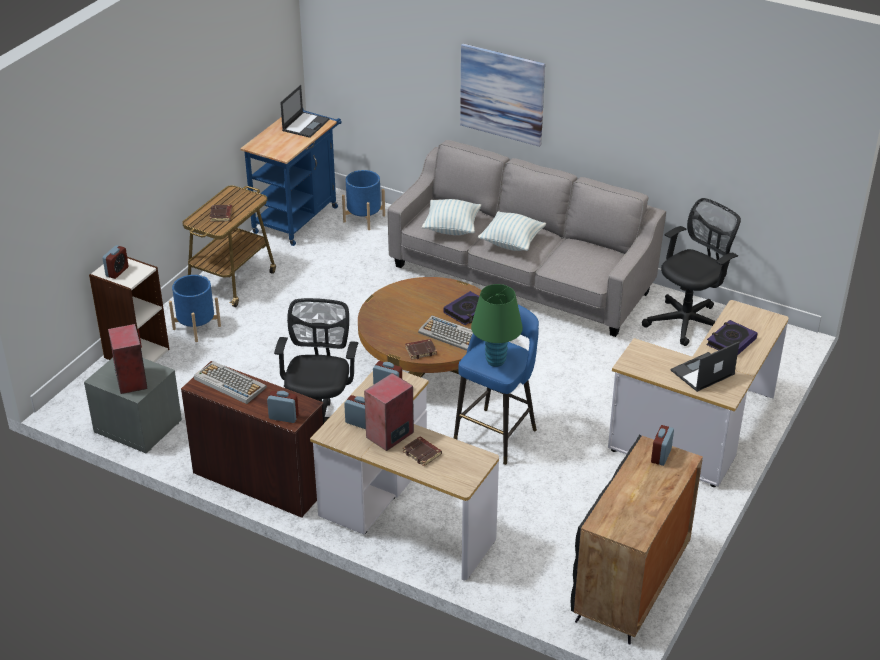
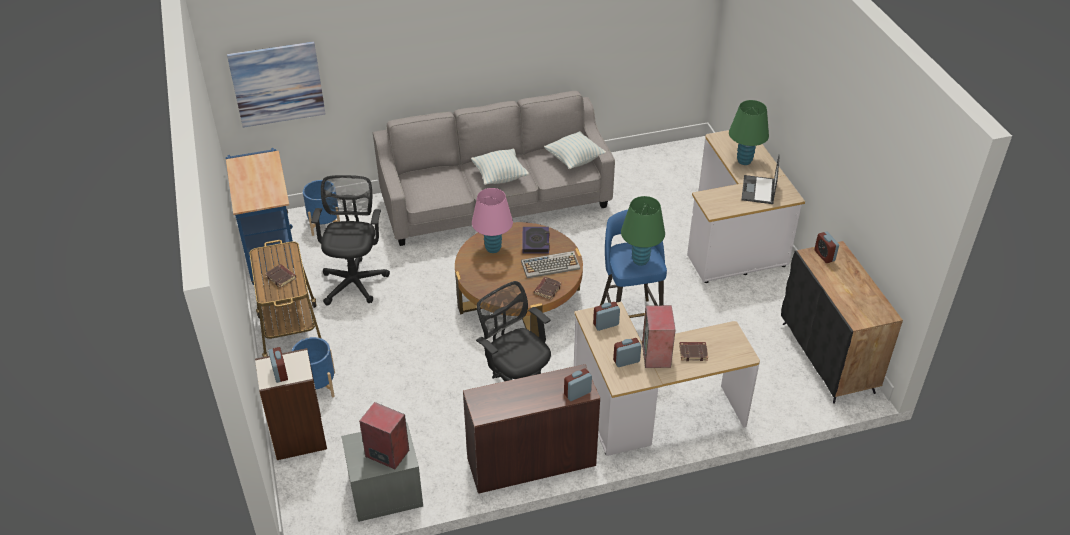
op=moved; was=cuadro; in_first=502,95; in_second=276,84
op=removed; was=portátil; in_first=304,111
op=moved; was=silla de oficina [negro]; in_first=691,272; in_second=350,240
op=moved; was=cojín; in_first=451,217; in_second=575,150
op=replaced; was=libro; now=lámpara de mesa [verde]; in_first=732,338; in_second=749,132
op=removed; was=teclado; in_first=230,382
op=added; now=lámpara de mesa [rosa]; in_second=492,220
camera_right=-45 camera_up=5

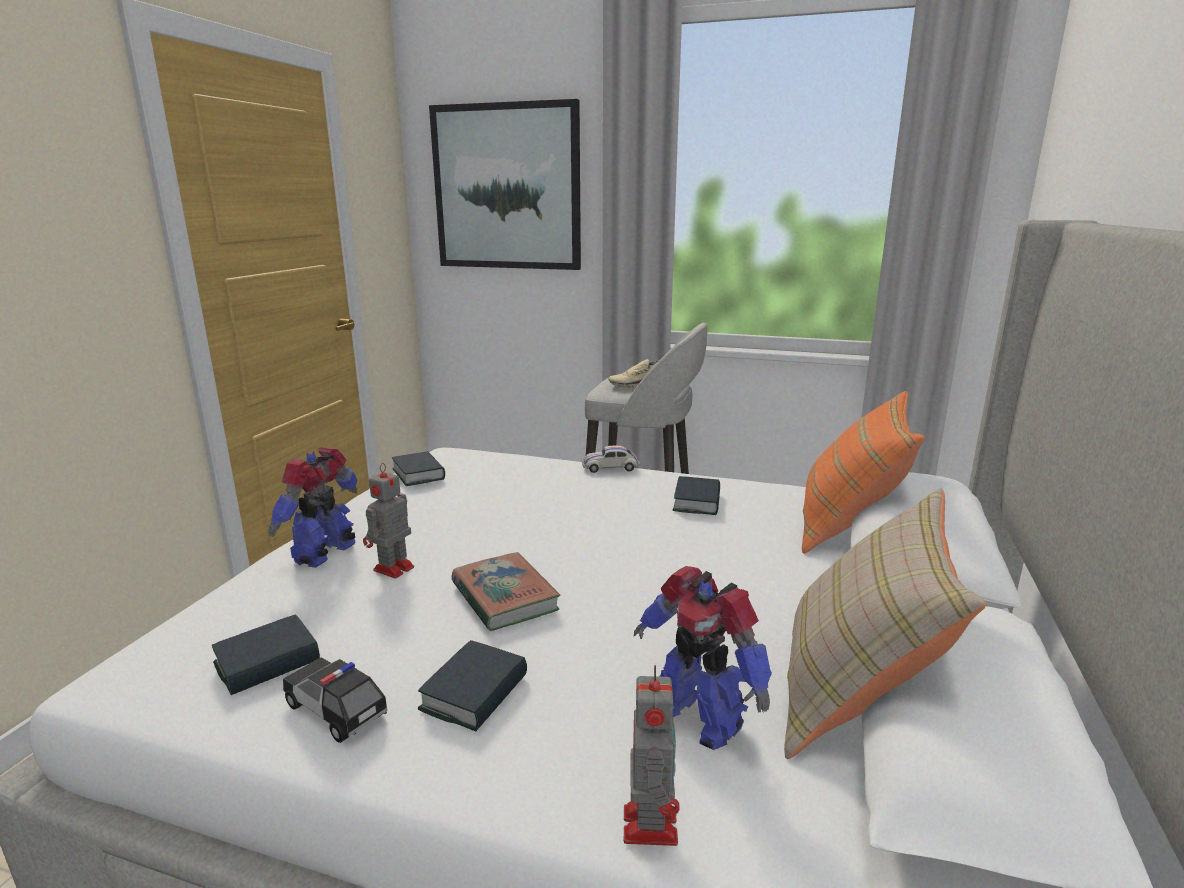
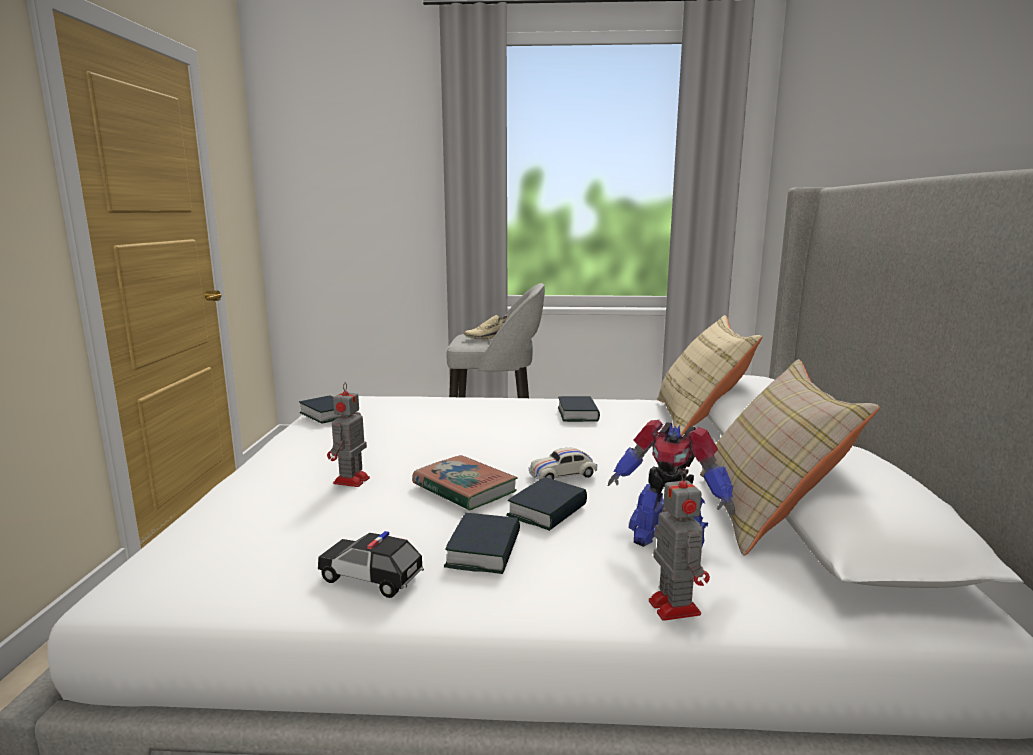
op=removed; was=cuadro; in_first=505,184
op=recoloured; was=cojín [naranja]; now=cojín [beis]; in_first=863,472; in_second=709,375
op=moved; was=coche de juguete [blanco]; in_first=610,459; in_second=562,464
op=removed; was=robot de juguete; in_first=313,507
op=moved; was=libro; in_first=266,654; in_second=546,504
camera_right=-15 camera_up=-5

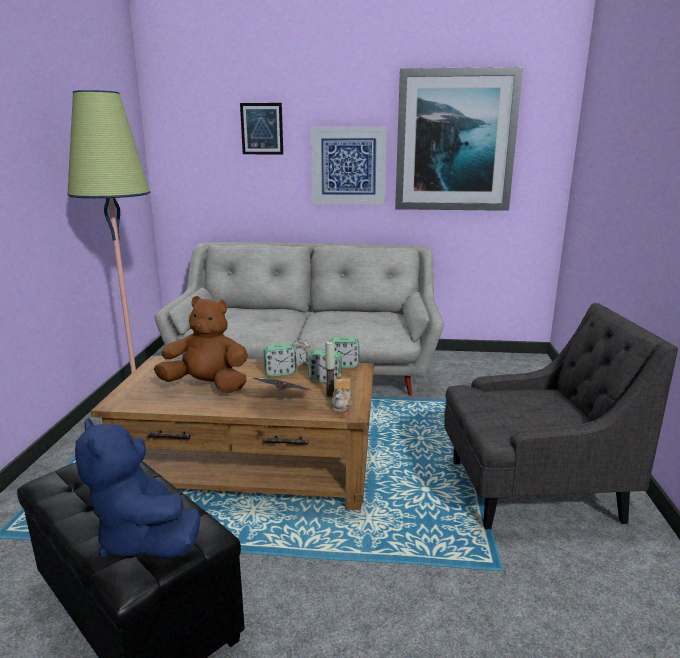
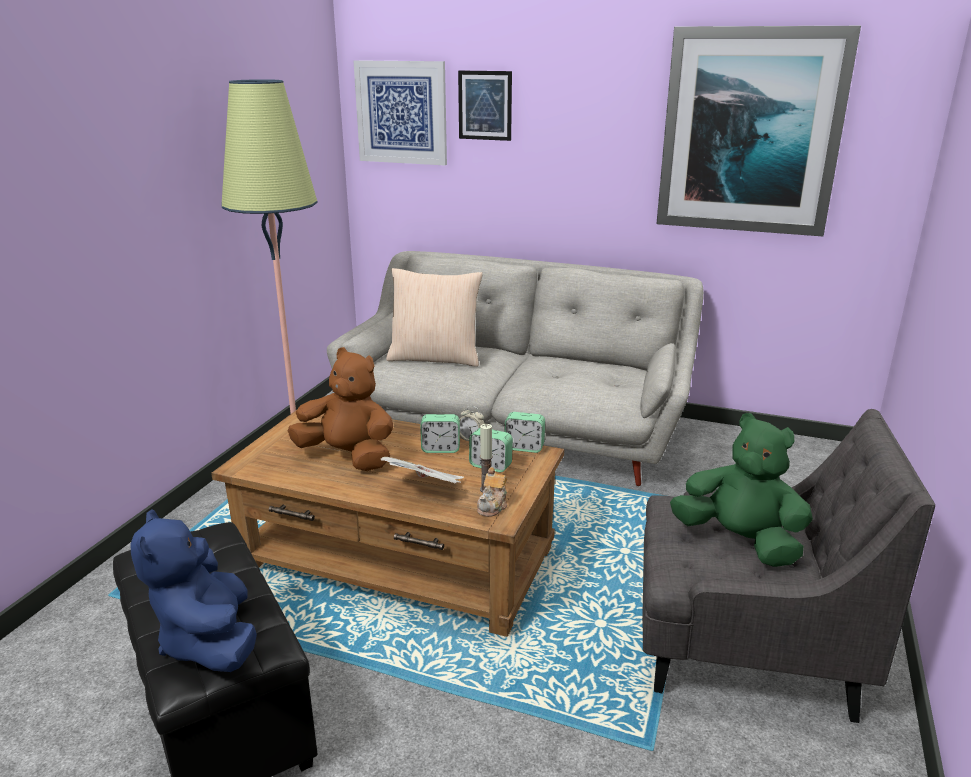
op=moved; was=cuadro; in_first=349,166; in_second=400,112
op=added; now=cojín [beis]; in_second=434,317
op=added; now=peluche [verde]; in_second=741,490
camera_right=15 camera_up=5

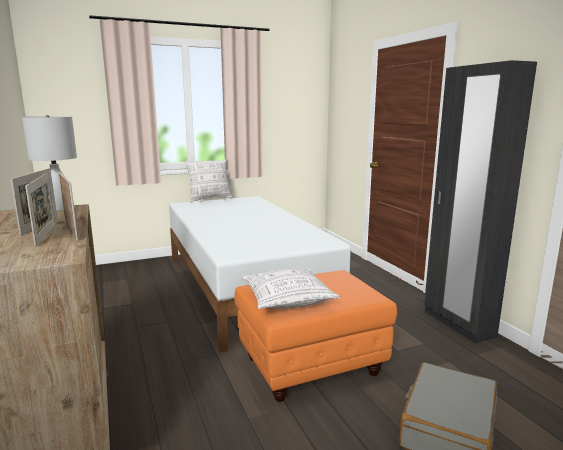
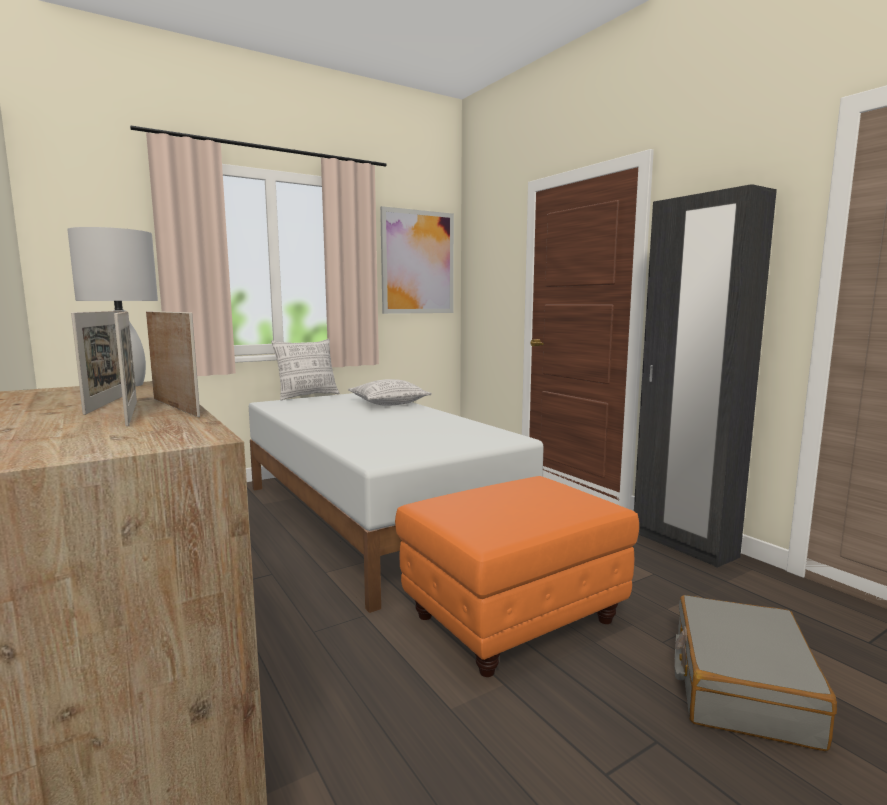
op=moved; was=cojín; in_first=290,288; in_second=390,392
op=added; now=cuadro; in_second=417,260
camera_right=-10 camera_up=-5

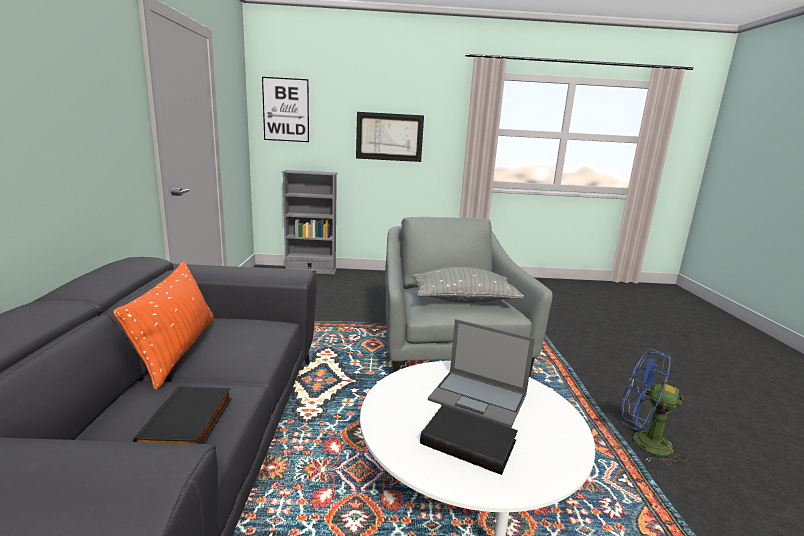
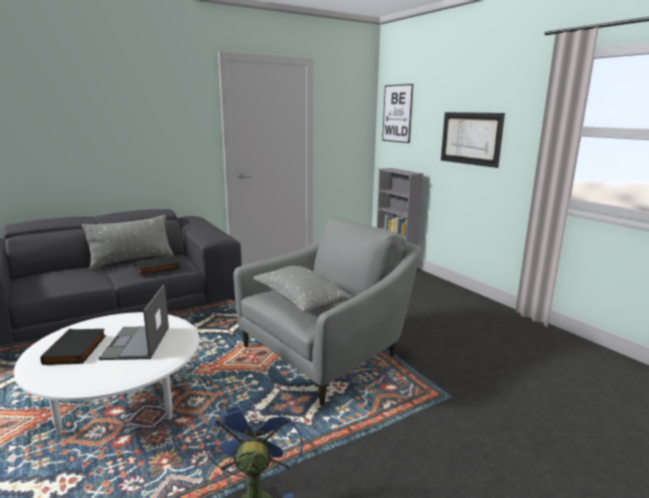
op=recoloured; was=cojín [naranja]; now=cojín [gris]; in_first=164,325; in_second=128,242
op=moved; was=libro [negro]; in_first=182,415; in_second=157,265
camera_right=60 camera_up=0

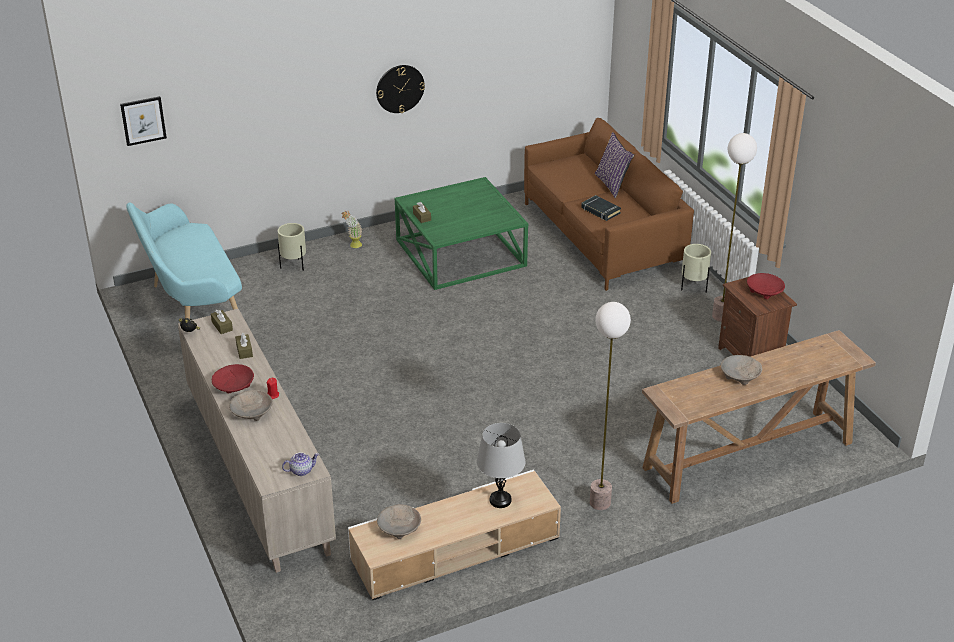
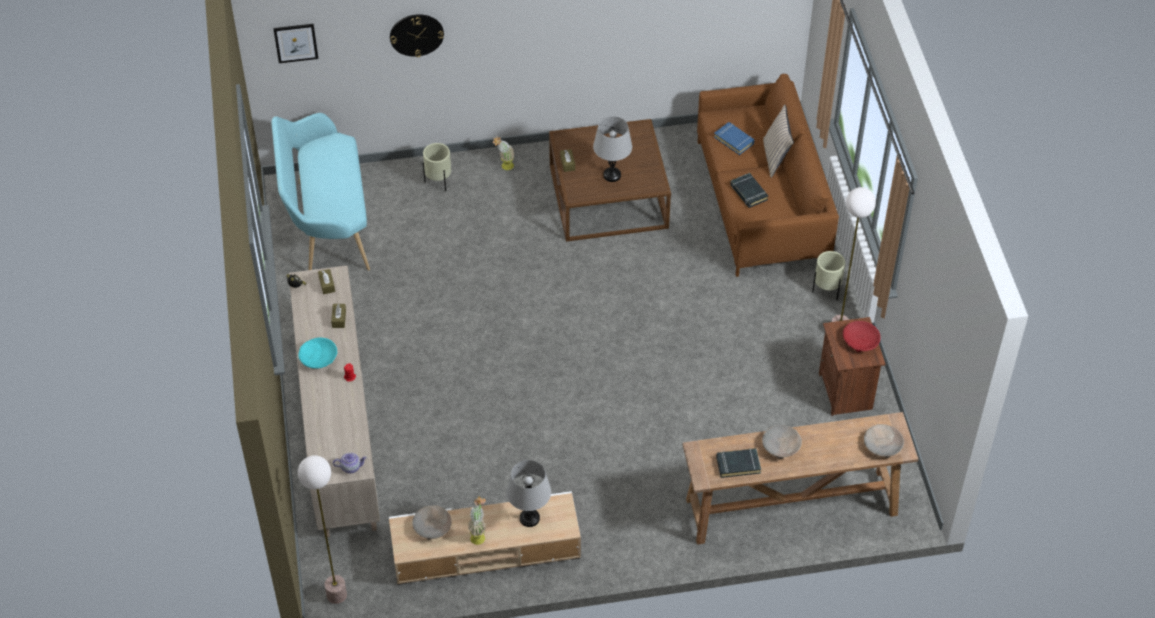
op=moved; was=reloj de pared; in_first=400,89; in_second=417,35
op=recoloured; was=cojín [morado]; now=cojín [beis]; in_first=614,165; in_second=778,141
op=recoloured; was=mesa de centro [verde]; now=mesa de centro [marrón]; in_first=461,233; in_second=610,180
op=moved; was=lámpara de pie; in_first=610,406; in_second=322,529
op=recoloured; was=cuenco [rojo]; now=cuenco [turquesa]; in_first=233,378; in_second=317,353
op=moved; was=cuenco [beis]; in_first=251,405; in_second=884,441
op=added; now=lámpara de mesa [gris]; in_second=612,149
op=added; now=libro [azul]; in_second=734,138
op=added; now=libro [negro]; in_second=738,463
op=added; now=planta en maceta; in_second=477,520
camera_right=15 camera_up=15

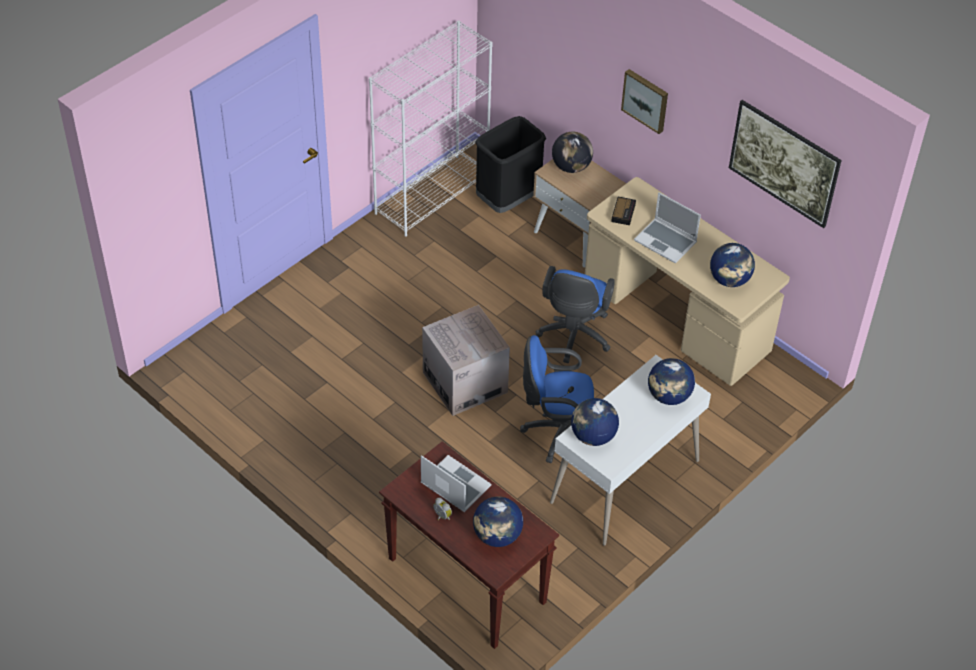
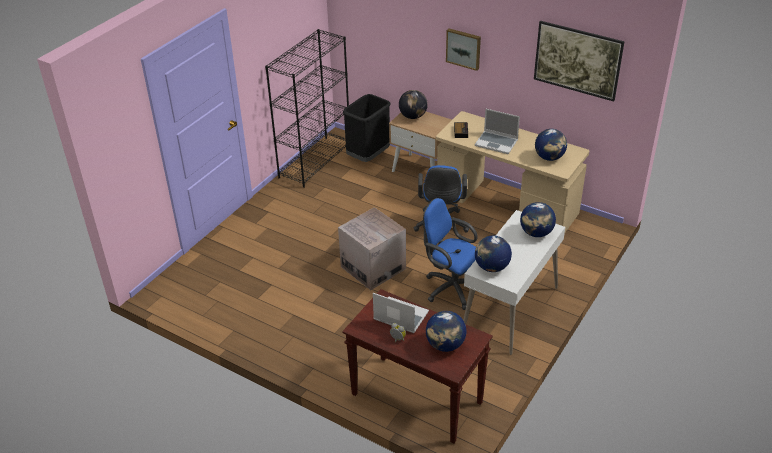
op=recoloured; was=estantería [blanco]; now=estantería [negro]; in_first=431,128; in_second=307,108
op=turned; was=silla de oficina [azul]; in_first=557,399; in_second=450,254; clockwise=45
camera_right=-10 camera_up=-10

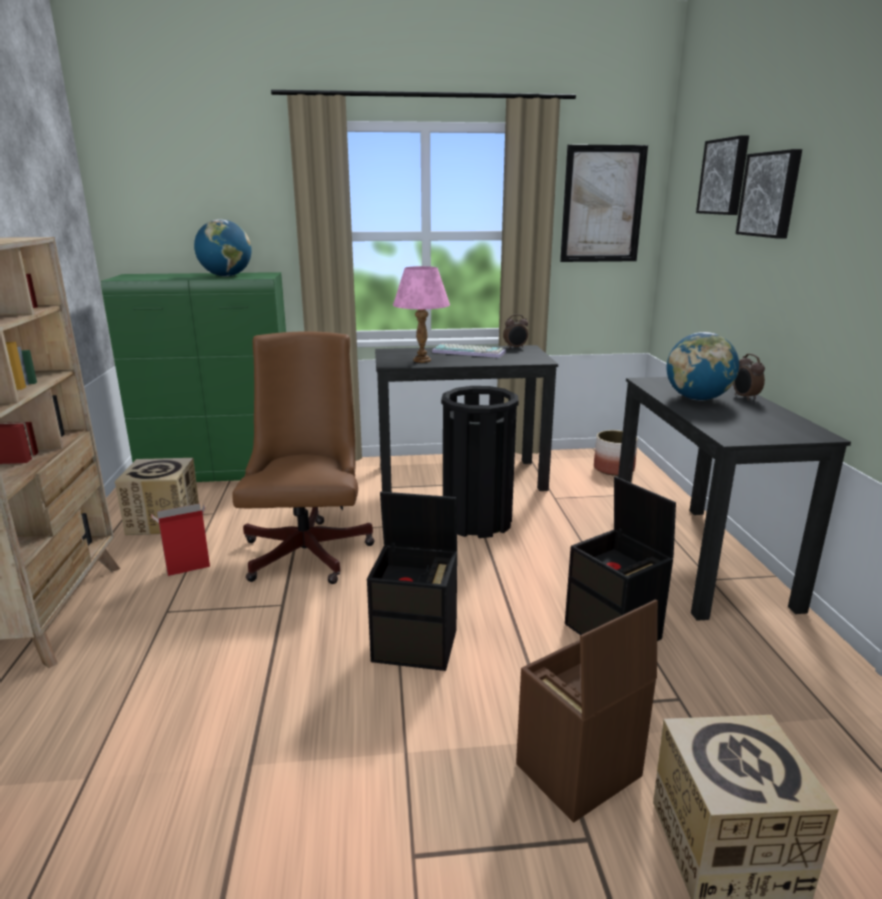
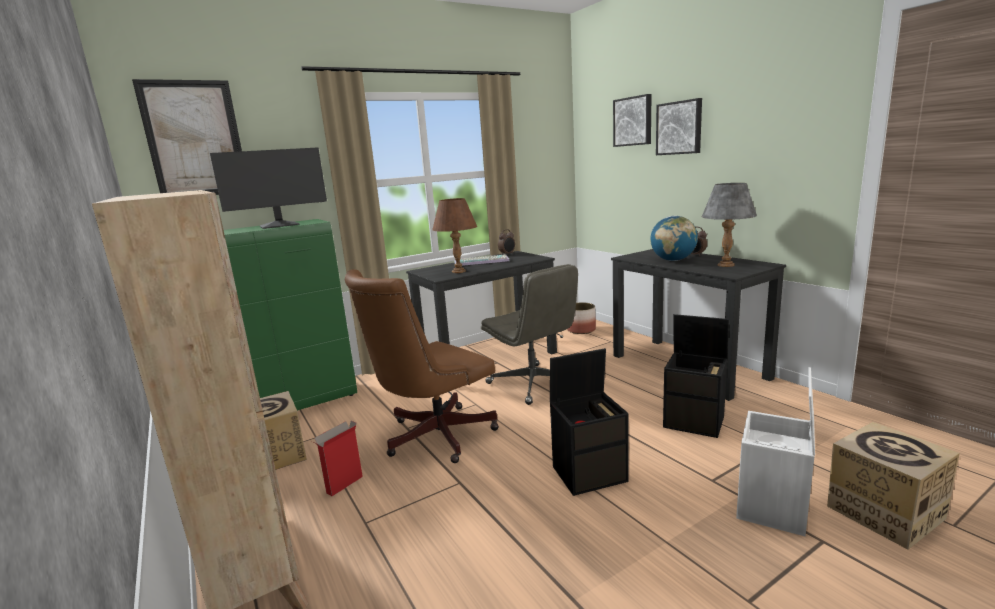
op=moved; was=cuadro; in_first=604,203; in_second=187,137
op=replaced; was=globo terráqueo; now=monitor; in_first=223,247; in_second=268,188
op=recoloured; was=lámpara de mesa [rosa]; now=lámpara de mesa [marrón]; in_first=421,314; in_second=454,235
op=turned; was=silla de oficina [marrón]; in_first=303,457; in_second=422,366; clockwise=-105
op=replaced; was=papelera [negro]; now=silla de oficina [gris]; in_first=480,462; in_second=529,334
op=recoloured; was=caja de almacenaje [marrón]; now=caja de almacenaje [blanco]; in_first=587,711; in_second=775,451
op=added; now=lámpara de mesa [gris]; in_second=729,225
camera_right=-25 camera_up=-5

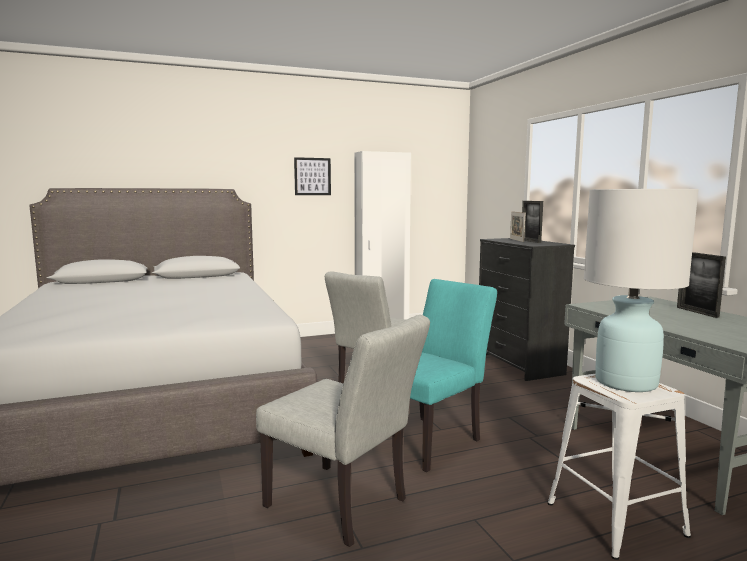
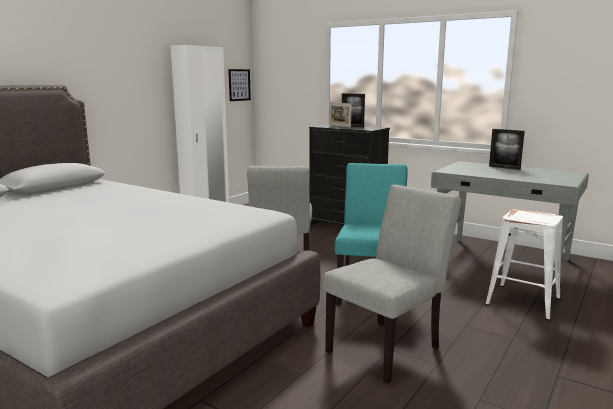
op=moved; was=cuadro; in_first=312,176; in_second=239,85
op=removed; was=lámpara de mesa [blanco]; in_first=641,290
op=turned; was=silla [gris]; in_first=343,431; in_second=392,284; clockwise=-45
camera_right=-35 camera_up=5

